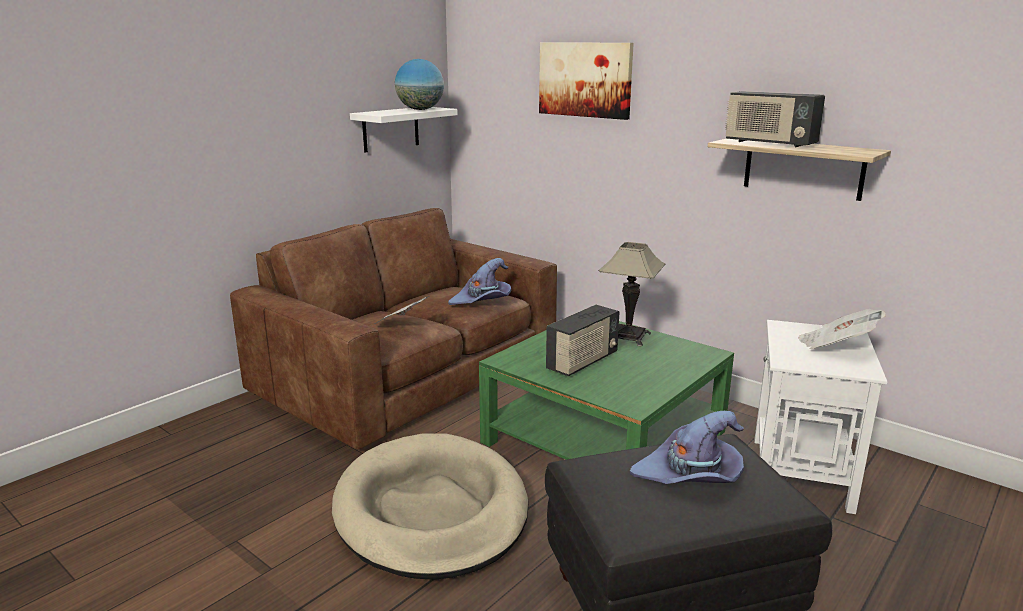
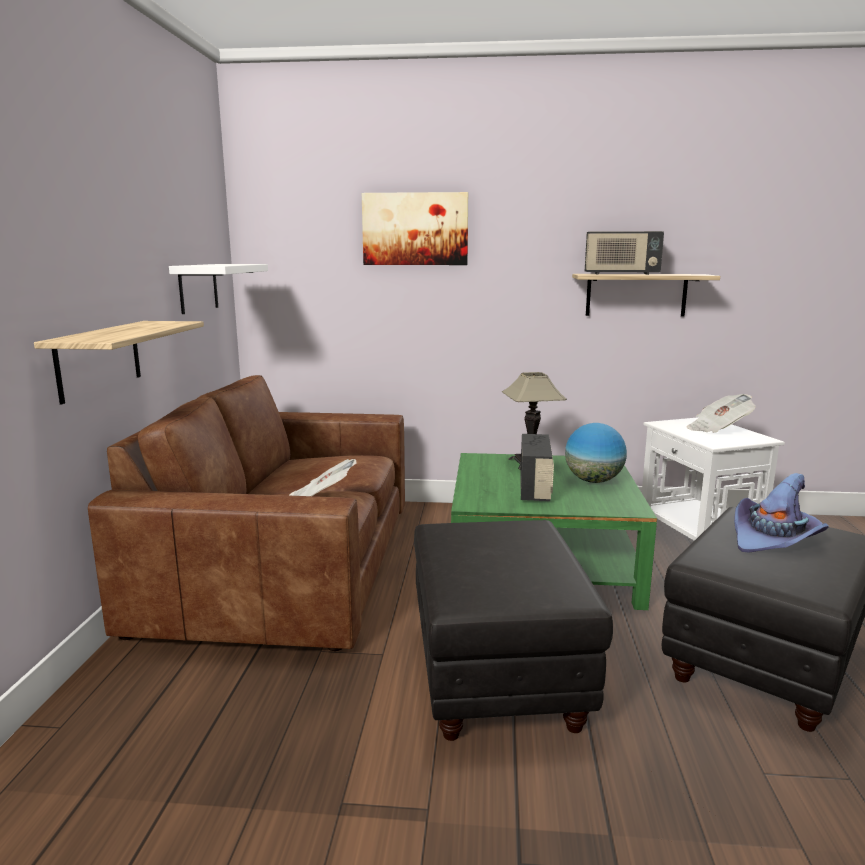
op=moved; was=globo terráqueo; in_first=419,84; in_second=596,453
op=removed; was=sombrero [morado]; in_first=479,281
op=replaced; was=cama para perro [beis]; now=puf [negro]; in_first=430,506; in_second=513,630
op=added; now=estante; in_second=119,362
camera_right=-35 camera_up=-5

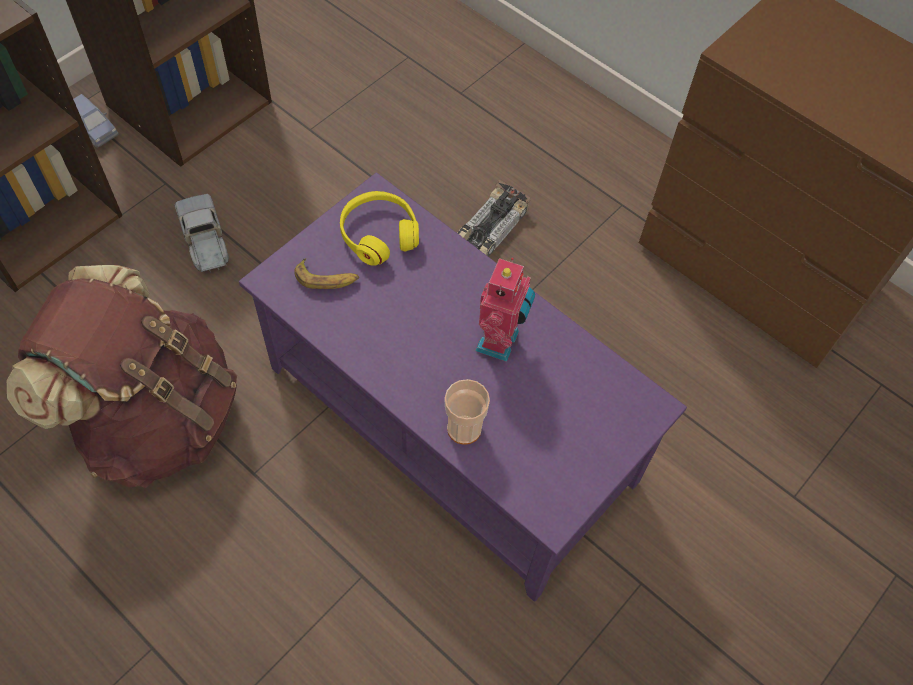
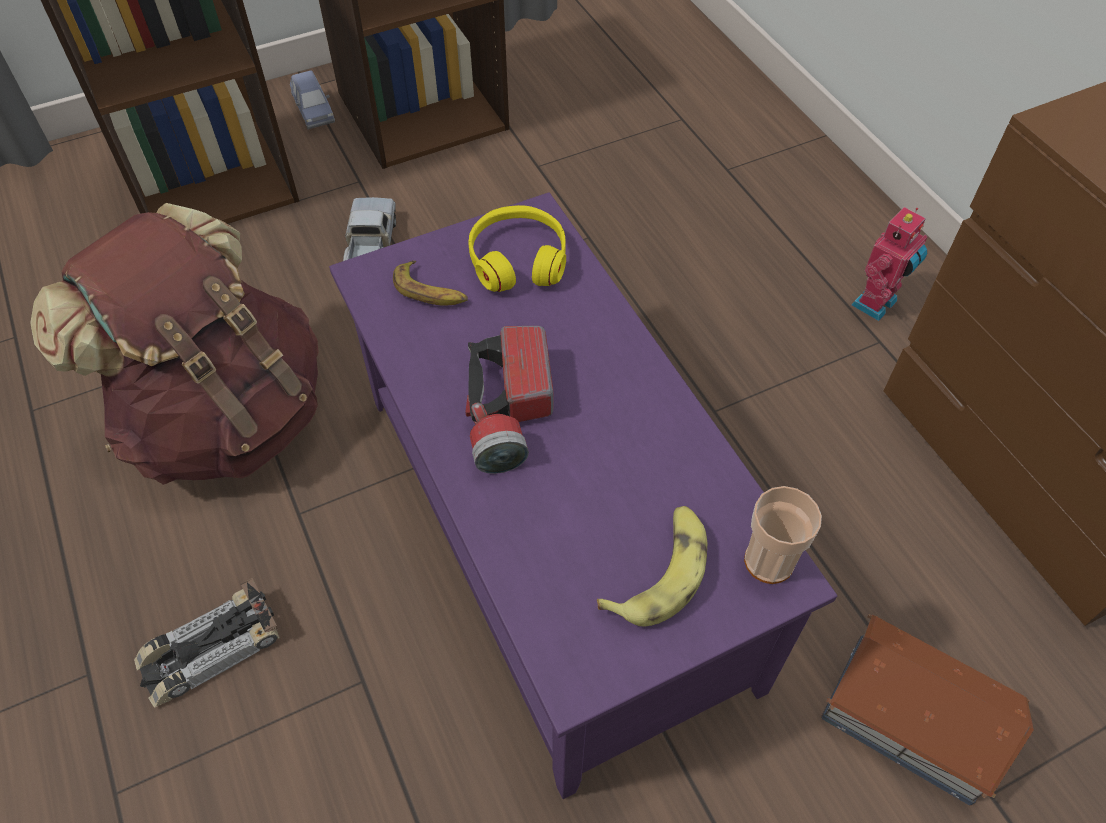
op=moved; was=coche de juguete; in_first=494,218; in_second=207,643
op=moved; was=robot de juguete; in_first=505,309; in_second=889,264
op=moved; was=taza; in_first=467,412; in_second=783,535
op=added; now=linterna; in_second=509,400
op=added; now=plátano; in_second=652,566
op=added; now=casita; in_second=927,710
camera_right=25 camera_up=-5

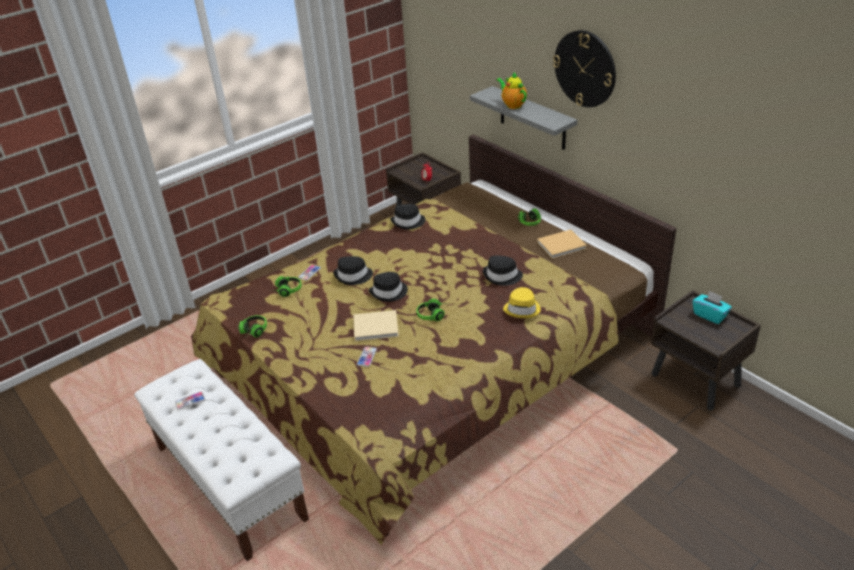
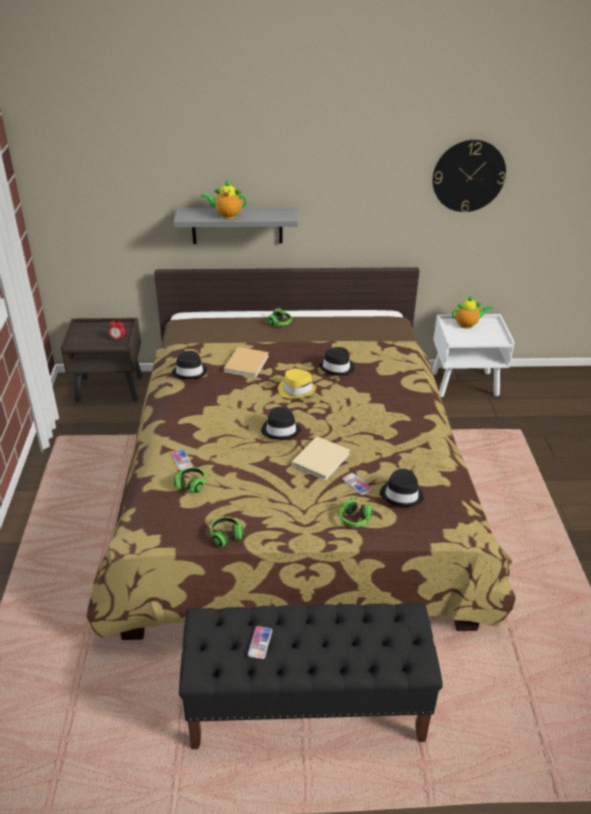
op=moved; was=reloj de pared; in_first=584,68; in_second=469,176
op=moved; was=libro [beis]; in_first=562,244; in_second=246,362
op=moved; was=sombrero [negro]; in_first=353,270; in_second=402,488
op=moved; was=sombrero [amarillo]; in_first=522,302; in_second=297,384
op=recoloured; was=mesita de noche [marrón]; now=mesita de noche [blanco]; in_first=705,350; in_second=473,355
op=replaced; was=caja de pañuelos [turquesa]; now=tetera; in_first=712,307; in_second=472,312
op=moved; was=auriculares; in_first=433,309; in_second=356,511
op=recoloured; was=banco [blanco]; now=banco [negro]; in_first=221,460; in_second=311,676
camera_right=-55 camera_up=0

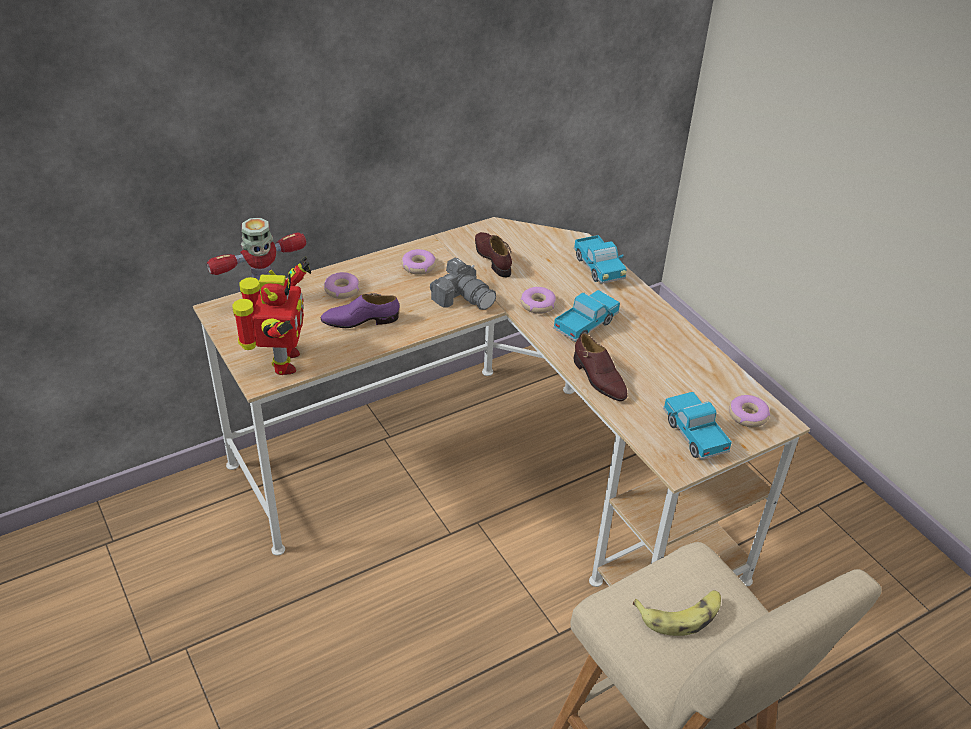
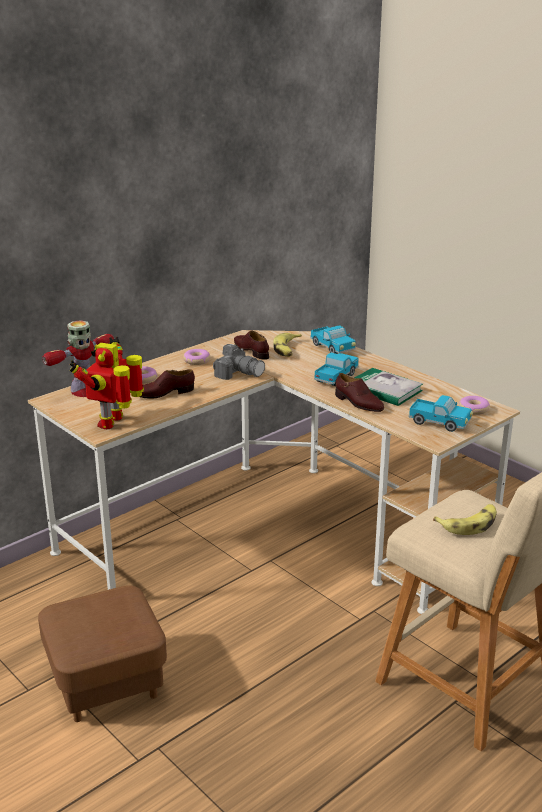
op=turned; was=robot de juguete; in_first=271,316; in_second=107,383; clockwise=-150
op=removed; was=rosquilla; in_first=538,300
op=recoloured; was=zapato [morado]; now=zapato [marrón]; in_first=360,310; in_second=167,383
op=turned; was=camión de juguete; in_first=697,426; in_second=441,413; clockwise=150
op=added; now=plátano; in_second=287,345
op=added; now=libro; in_second=388,387
op=added; now=puf [marrón]; in_second=102,653
camera_right=-10 camera_up=-15

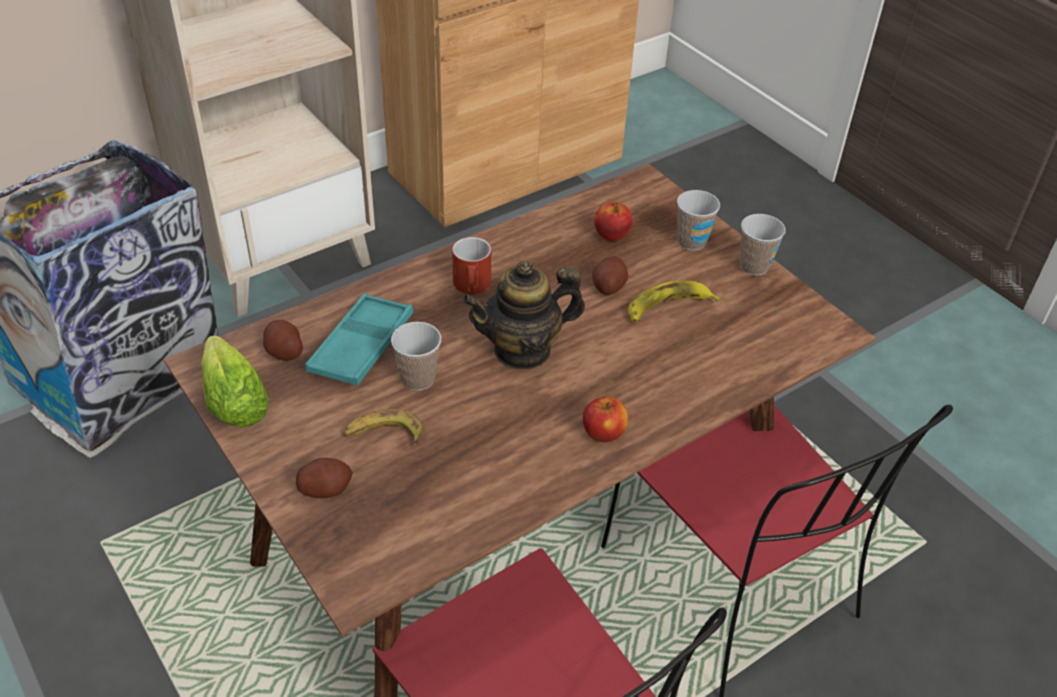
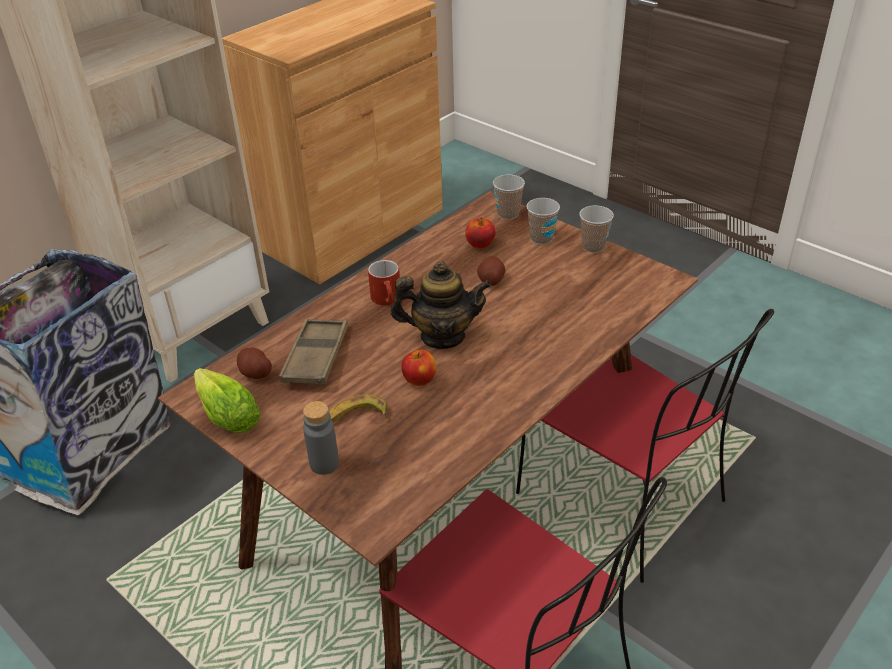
op=turned; was=tetera; in_first=523,315; in_second=441,305; clockwise=-150
op=removed; was=plátano; in_first=674,301
op=recoloured; was=bandeja [turquesa]; now=bandeja [marrón]; in_first=359,339; in_second=313,352
op=moved; was=taza; in_first=416,356; in_second=509,197
op=moved; was=manzana; in_first=605,419; in_second=419,368
op=replaced; was=patata; now=botella [gris]; in_first=324,478; in_second=321,438
camera_right=-10 camera_up=-5

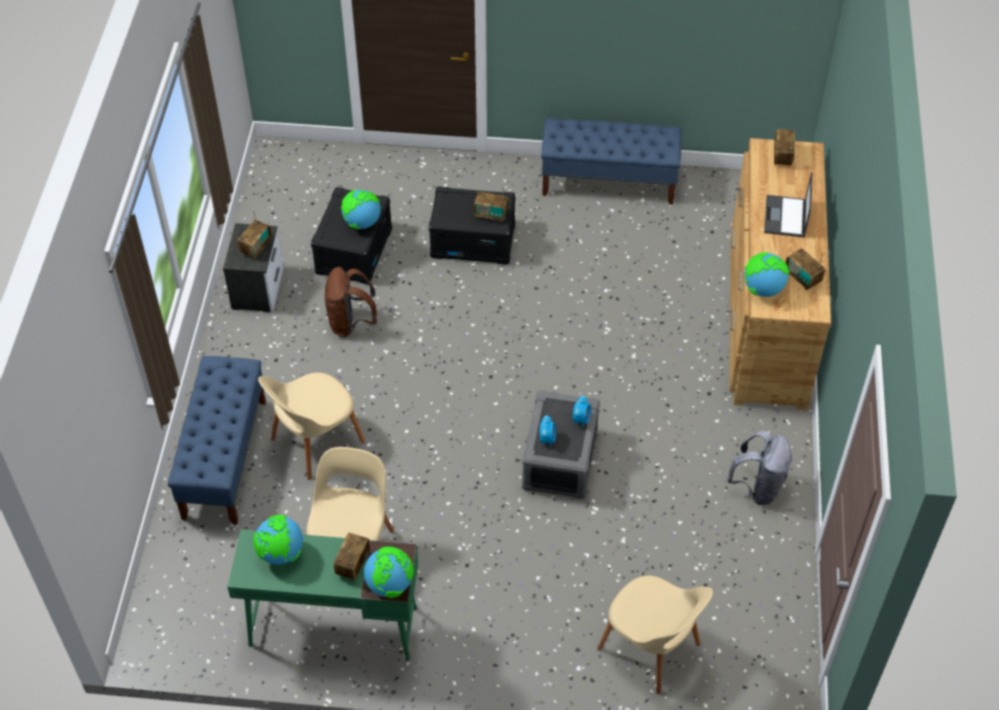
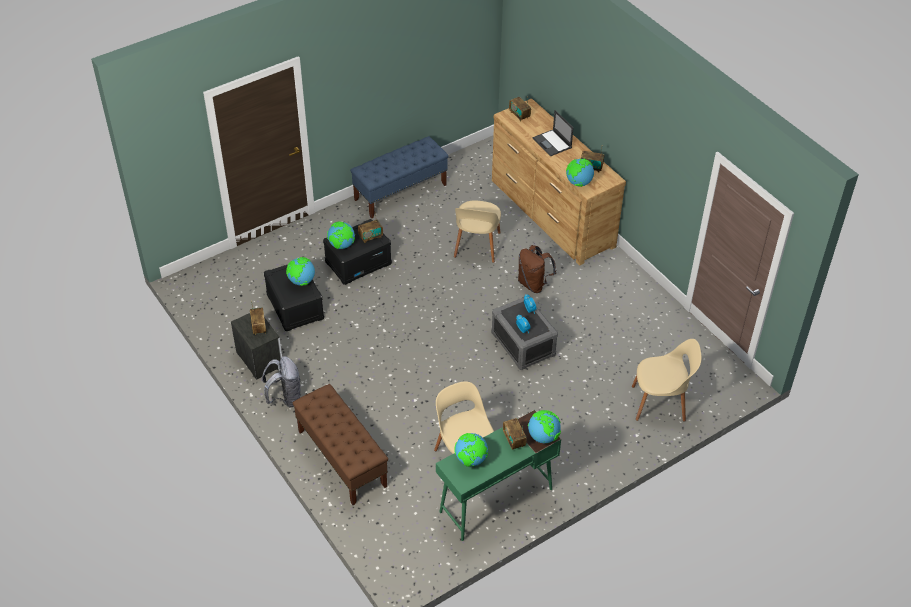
op=moved; was=mochila [marrón]; in_first=351,302; in_second=537,269
op=recoloured; was=banco [azul]; now=banco [marrón]; in_first=217,440; in_second=340,444
op=moved; was=silla [beis]; in_first=311,426; in_second=477,232
op=moved; was=mochila [gris]; in_first=759,468; in_second=281,381
op=added; now=globo terráqueo; in_second=341,235
camera_right=-40 camera_up=-5

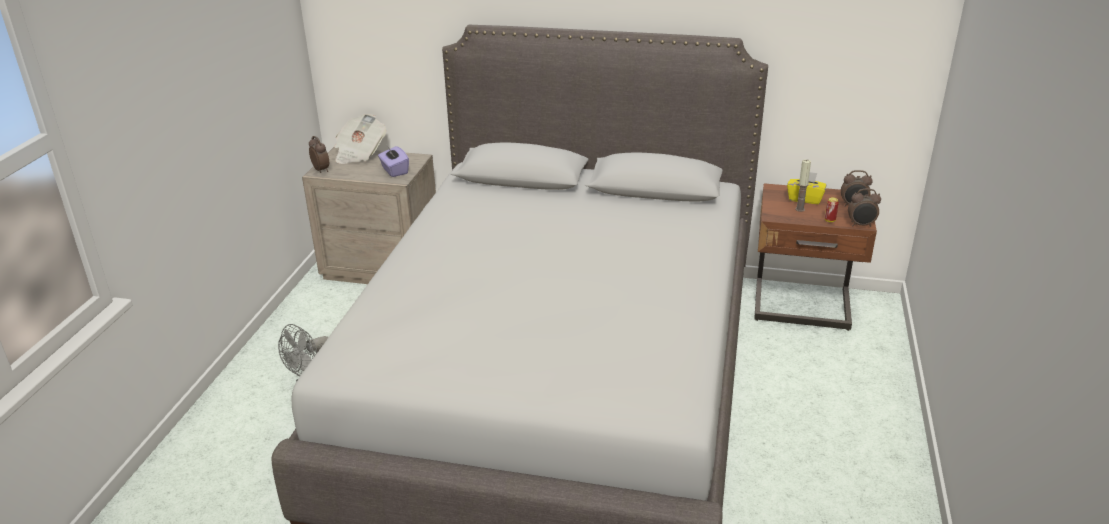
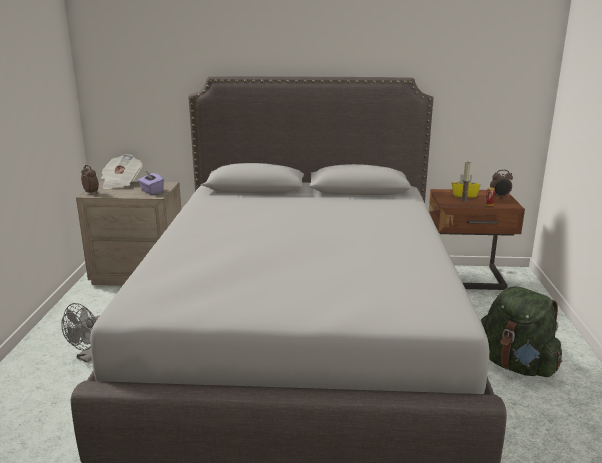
op=removed; was=despertador; in_first=864,208
op=added; now=mochila [verde]; in_second=522,331
camera_right=-10 camera_up=-10

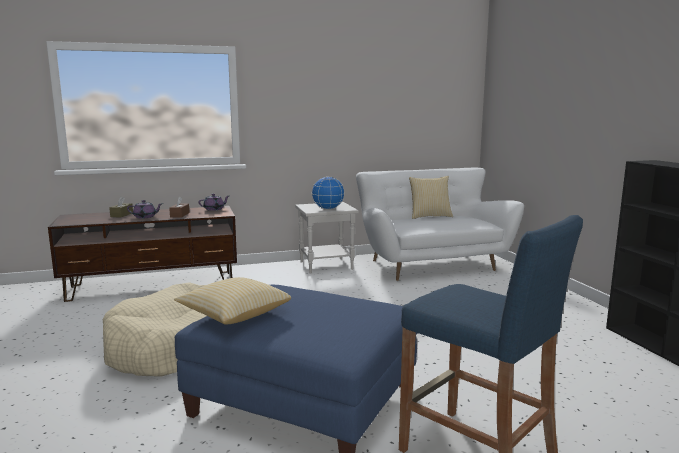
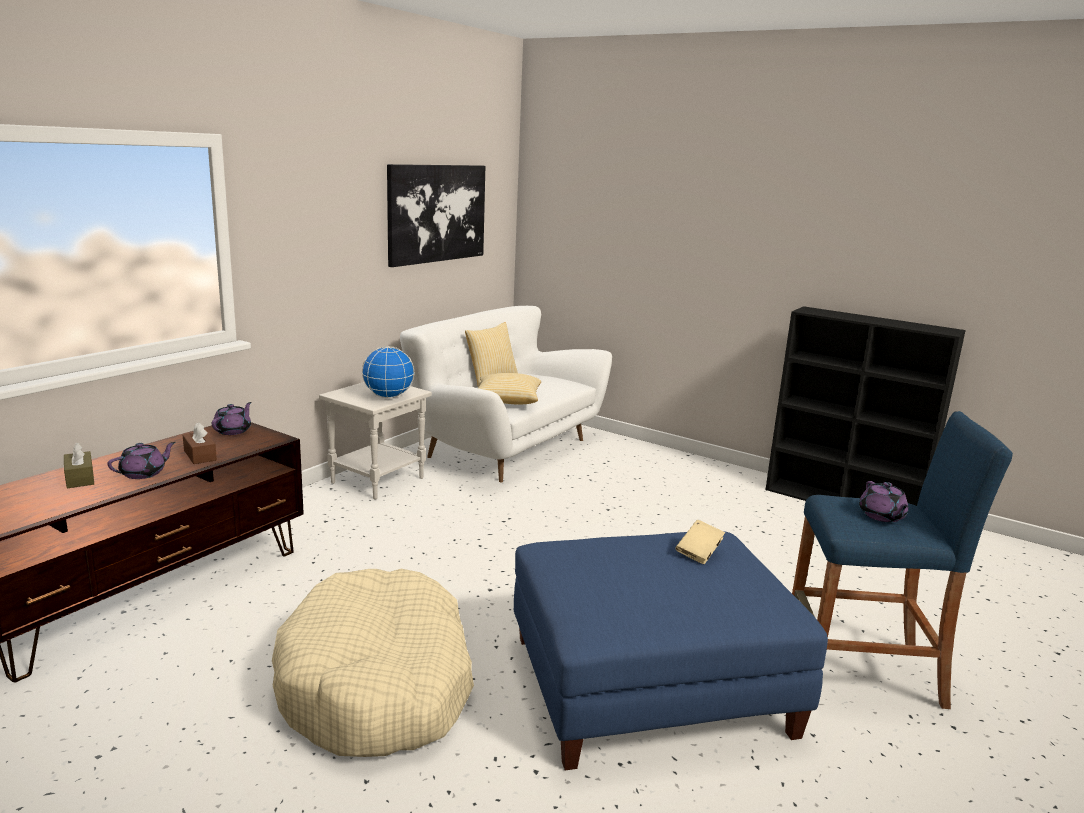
op=moved; was=cojín; in_first=232,301; in_second=509,389
op=added; now=cuadro; in_second=436,215
op=added; now=tetera [morado]; in_second=884,501
op=added; now=libro [beis]; in_second=700,542
camera_right=-40 camera_up=5

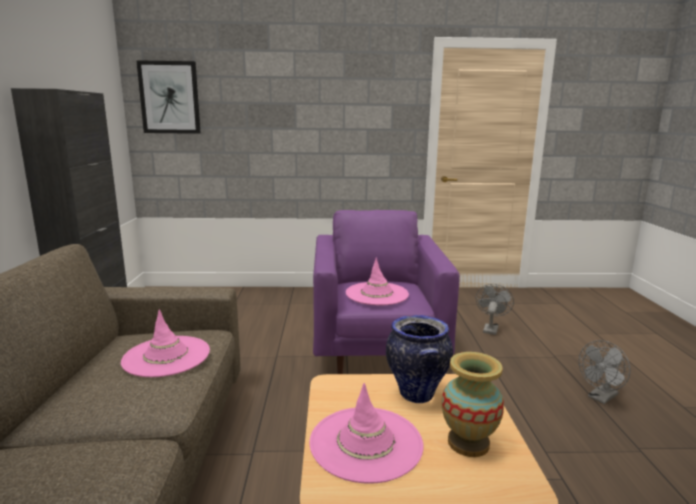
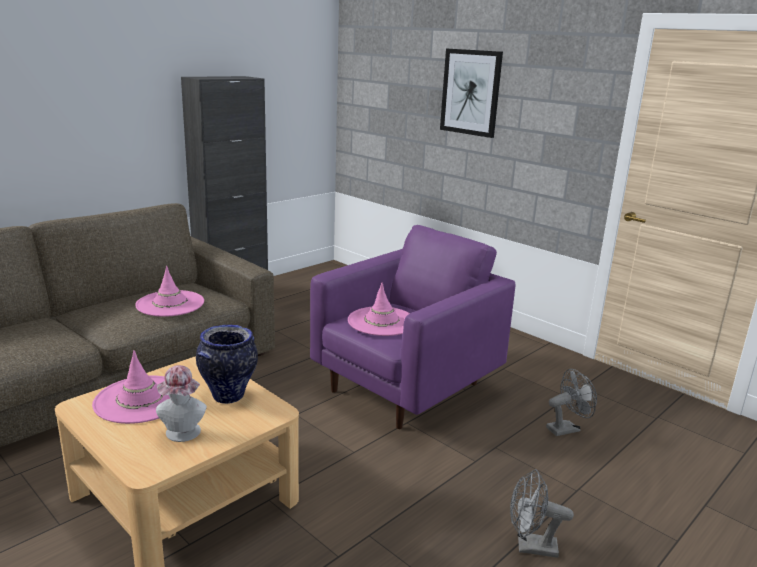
op=moved; was=cuadro; in_first=168,97; in_second=471,93
op=replaced; was=florero; now=sombrero; in_first=473,404; in_second=181,403
camera_right=45 camera_up=5

